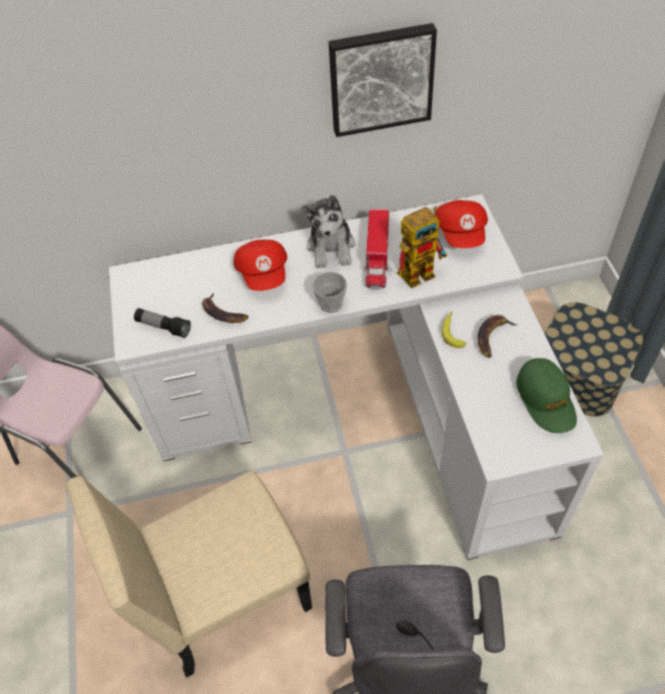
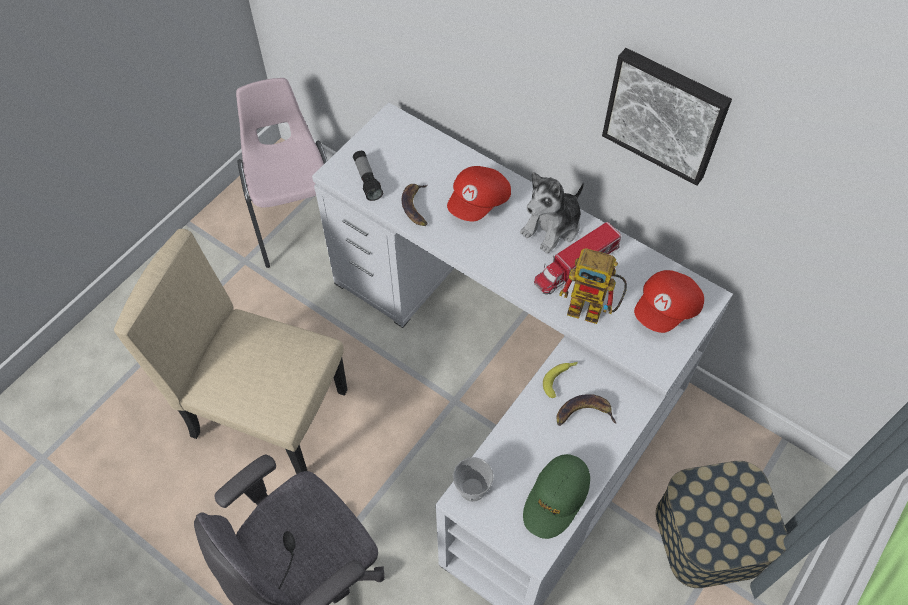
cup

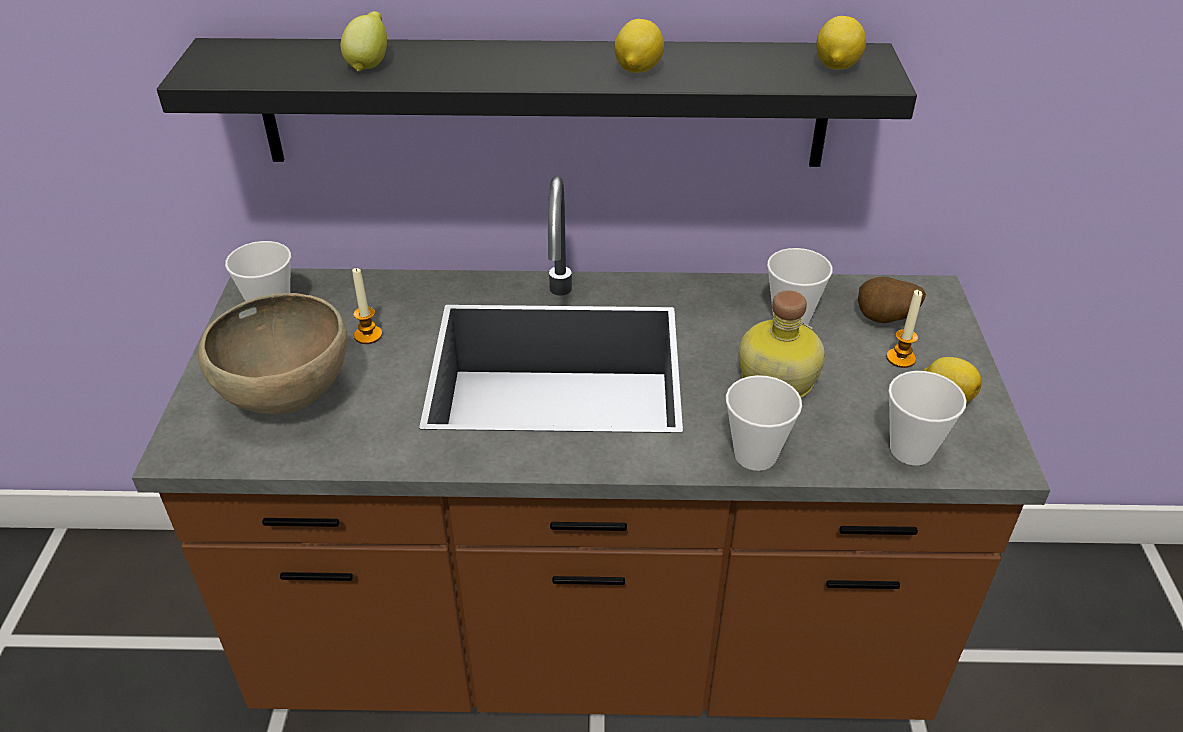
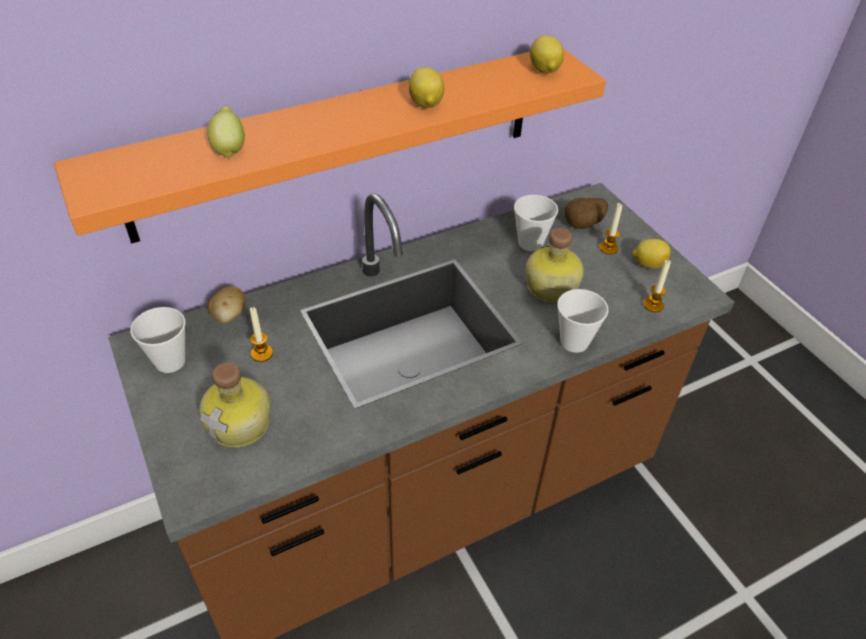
shelf/orange; bottle (1st from left); potato (1st from left); candle (3rd from left)

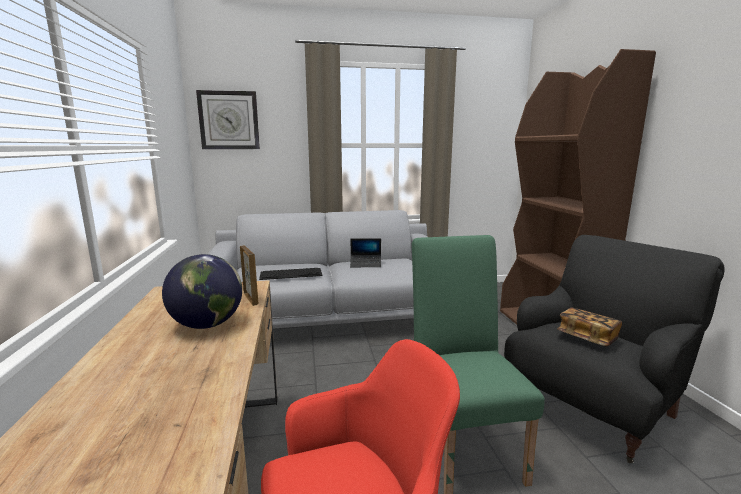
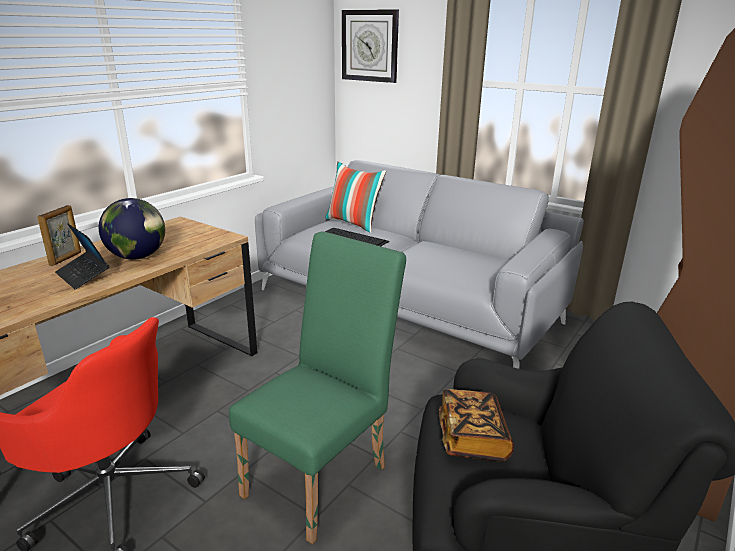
picture frame; laptop; pillow

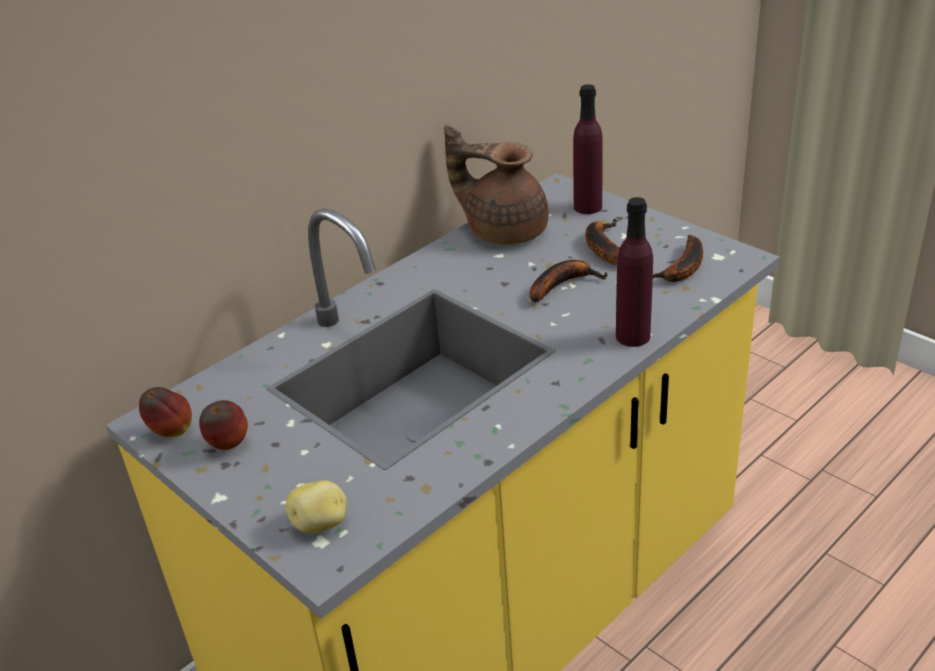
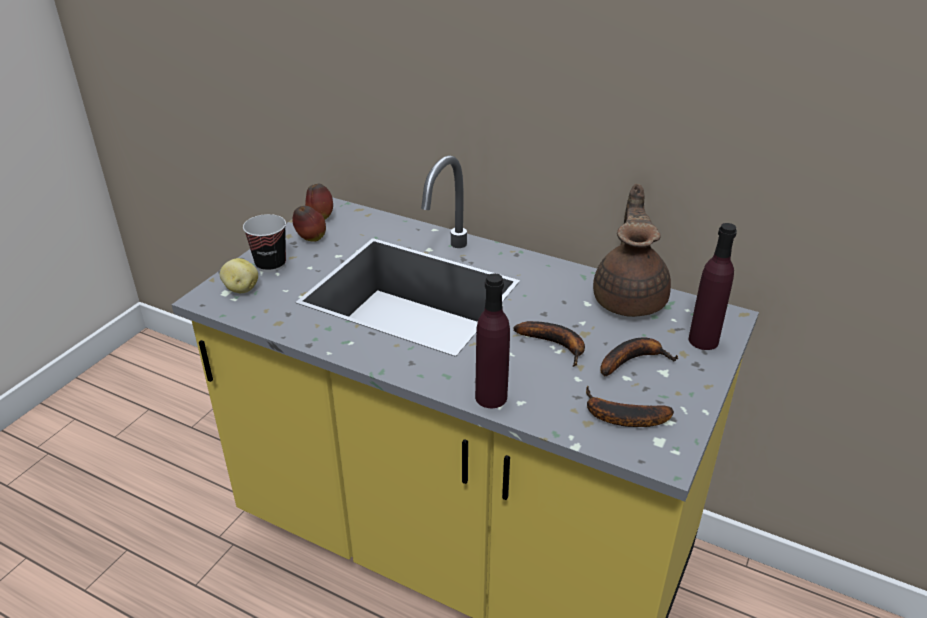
cup

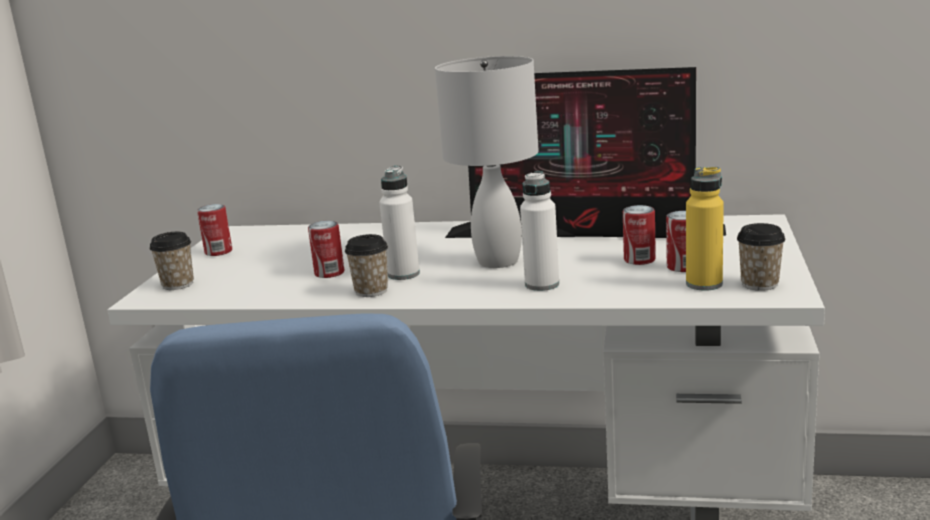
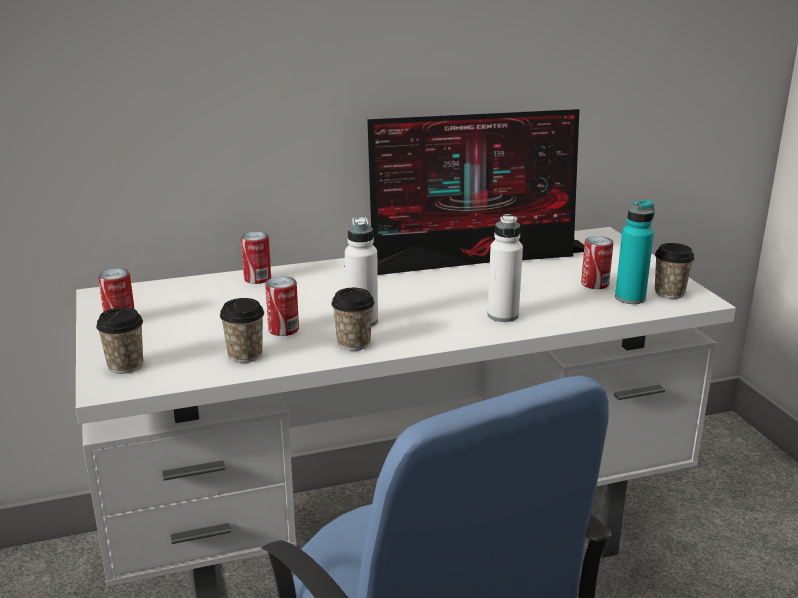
cup (2nd from left); can (2nd from left); bottle/turquoise; table lamp/white

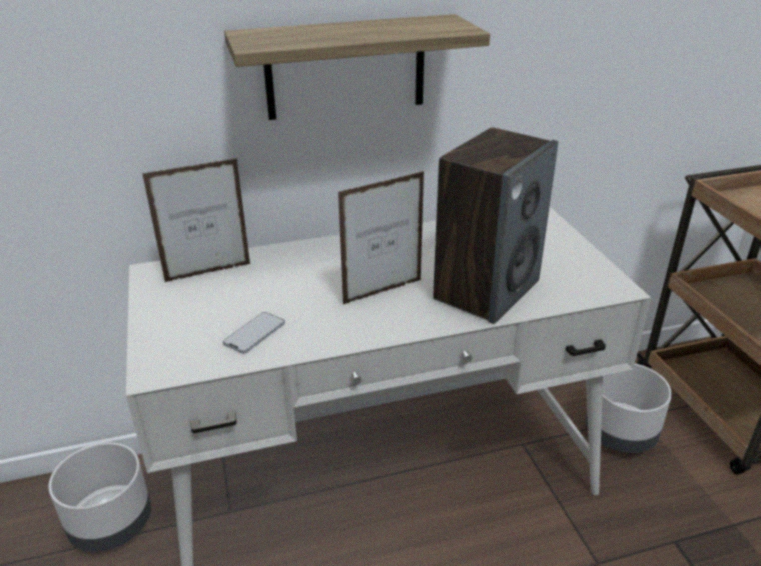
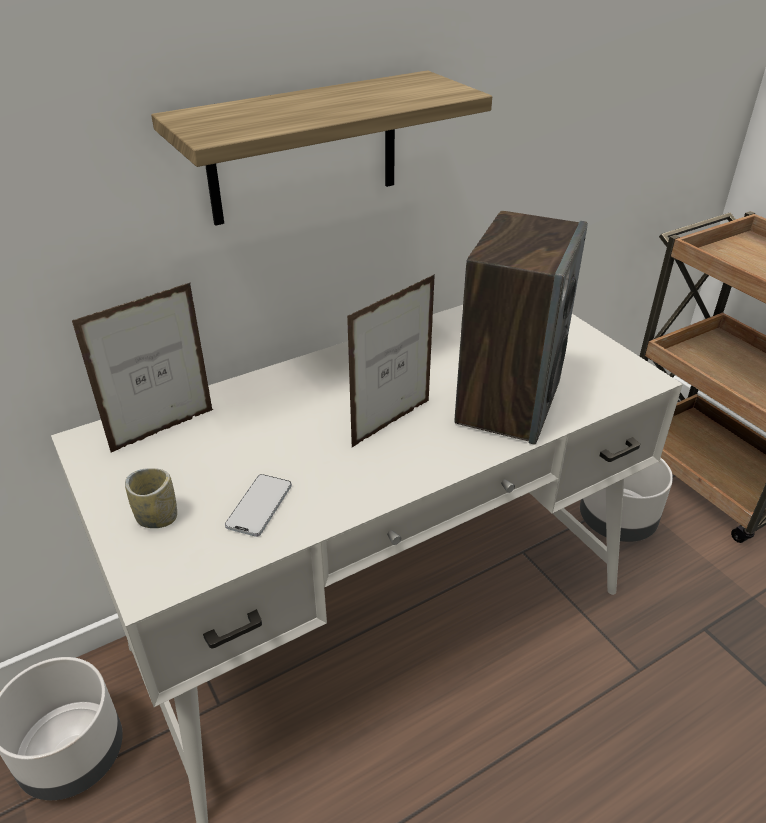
cup

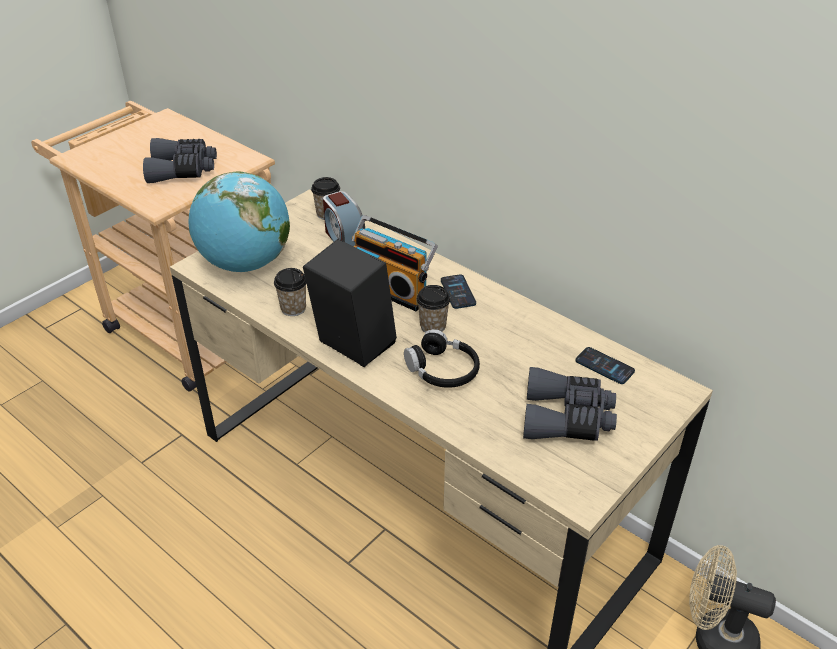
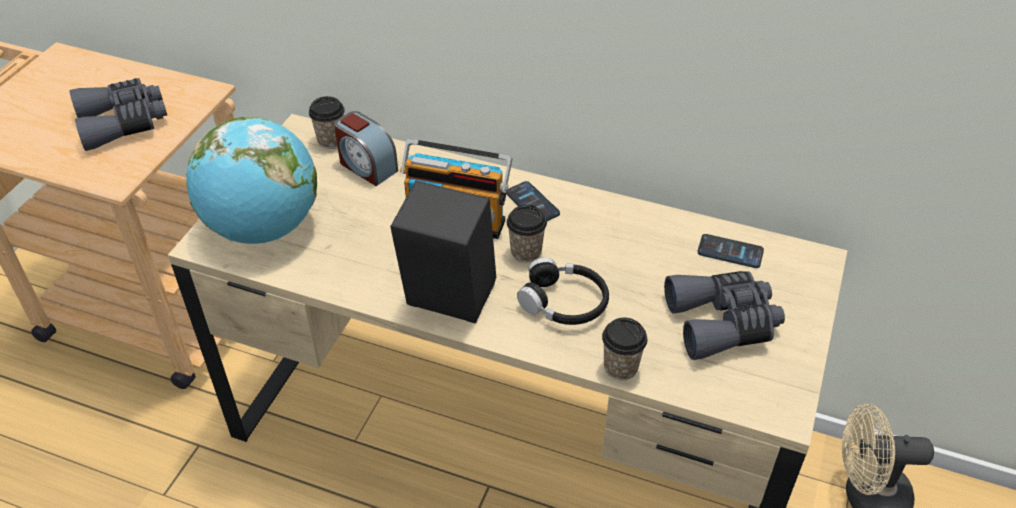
cup (3rd from left)

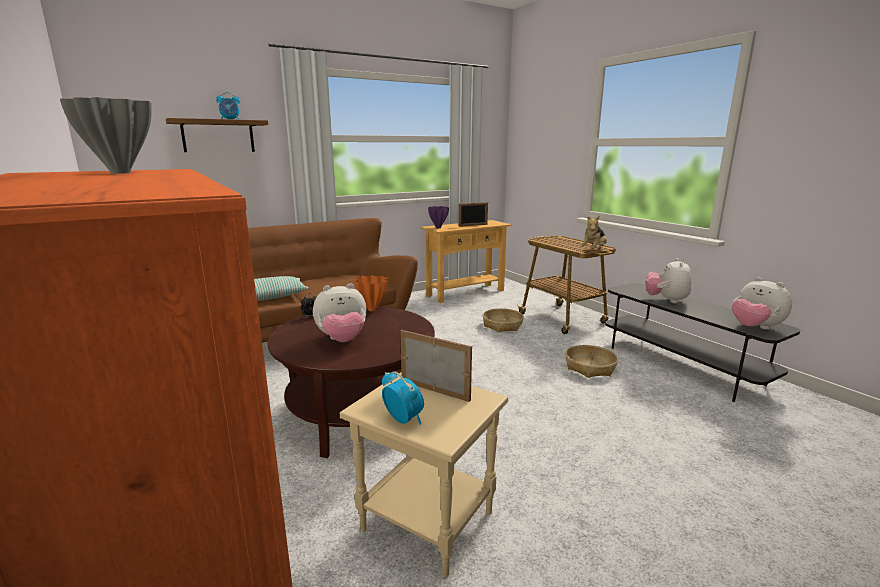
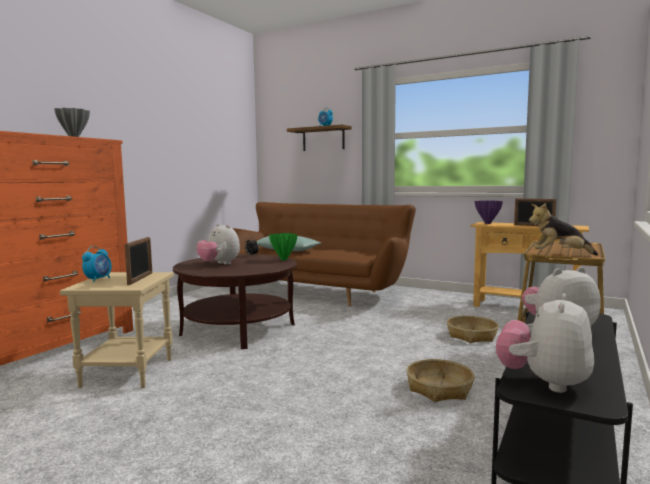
vase/green

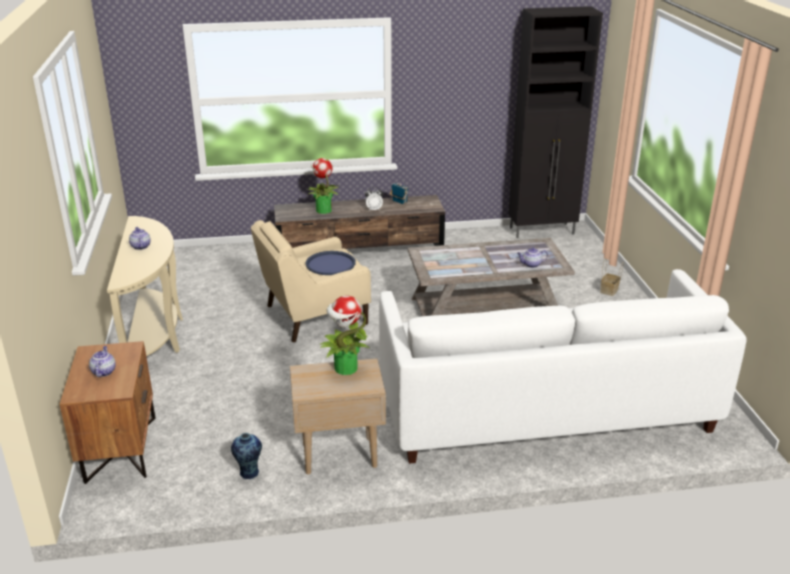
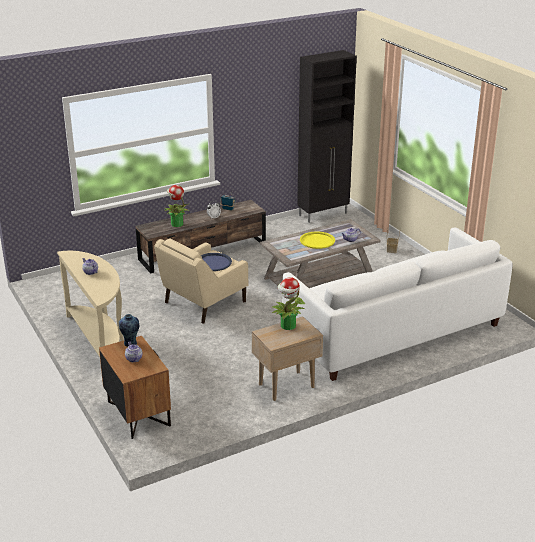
vase; tray/yellow

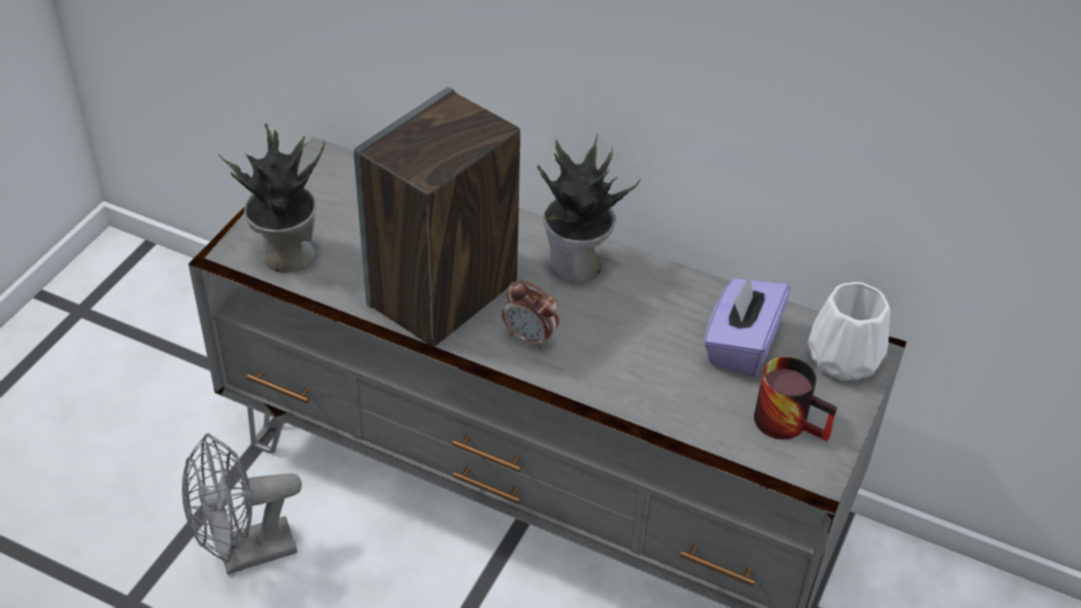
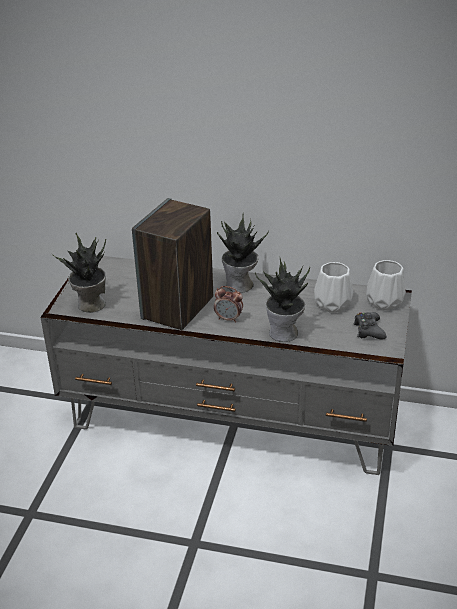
potted plant (3rd from left); vase/white (1st from left); game controller/black; fan/grey

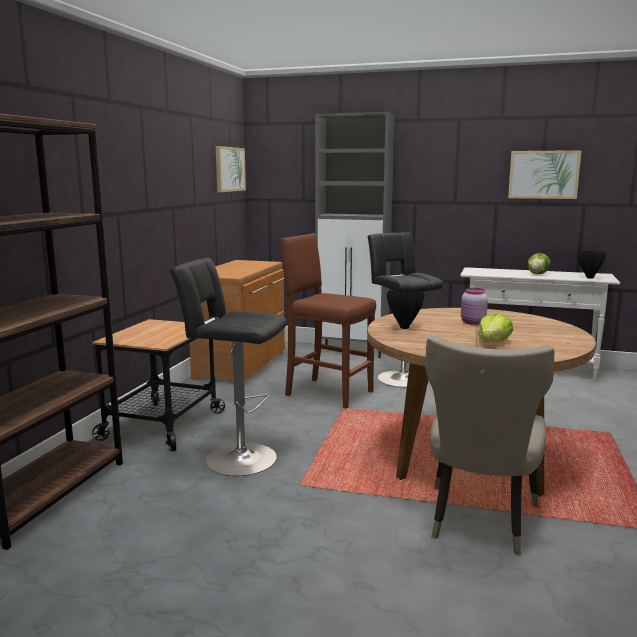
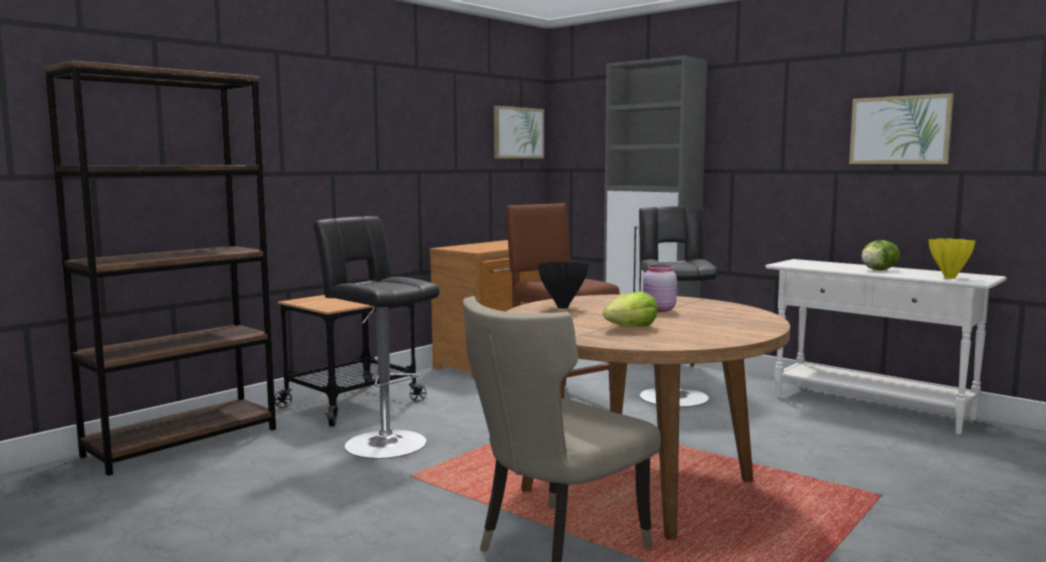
vase/yellow

